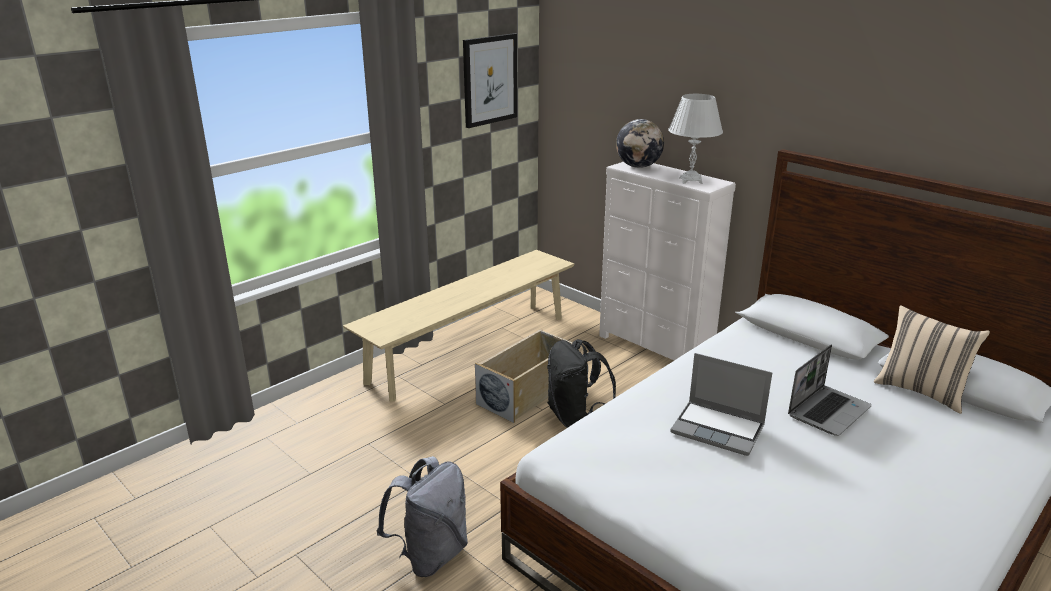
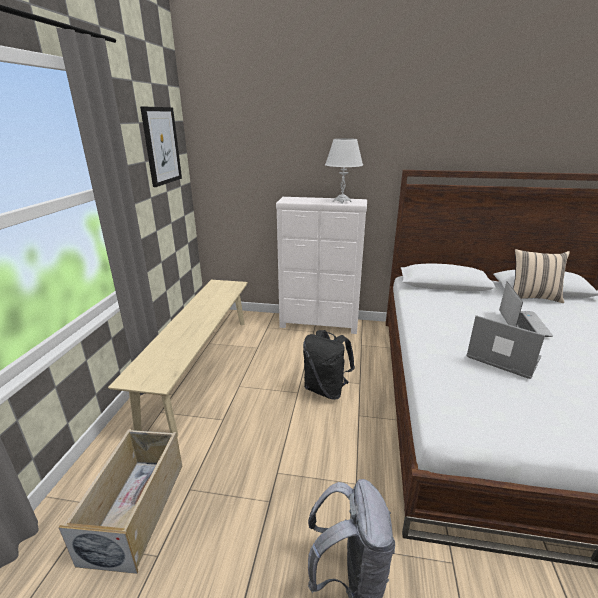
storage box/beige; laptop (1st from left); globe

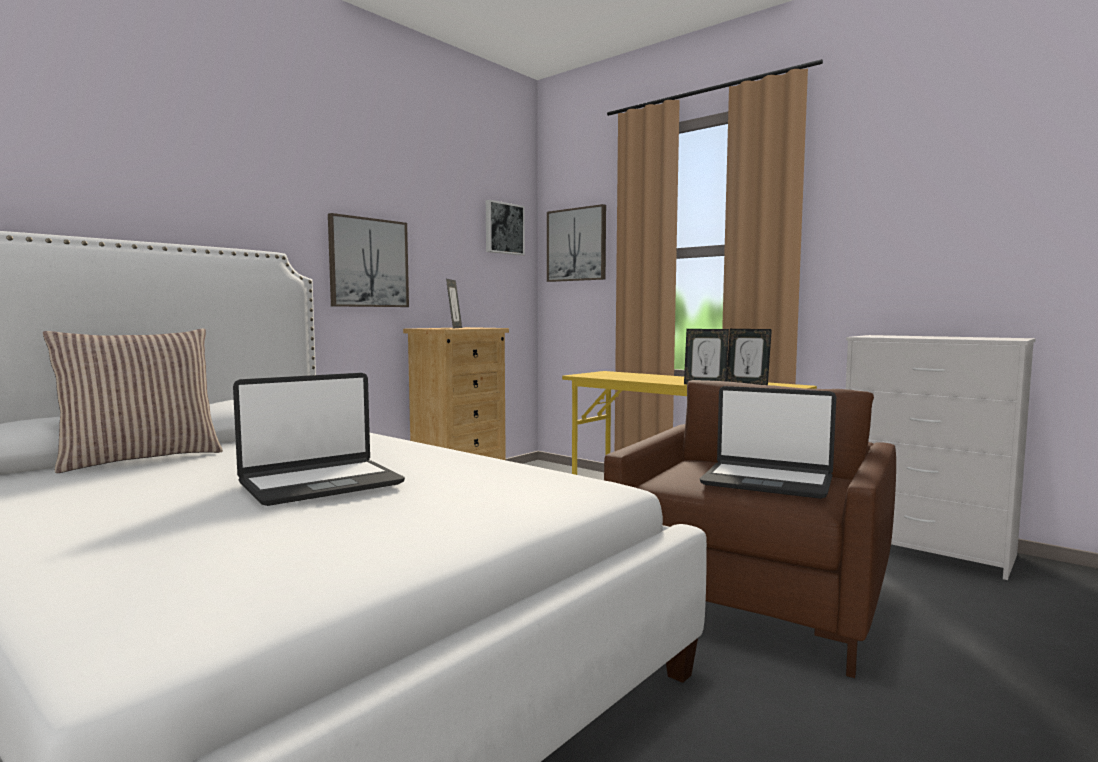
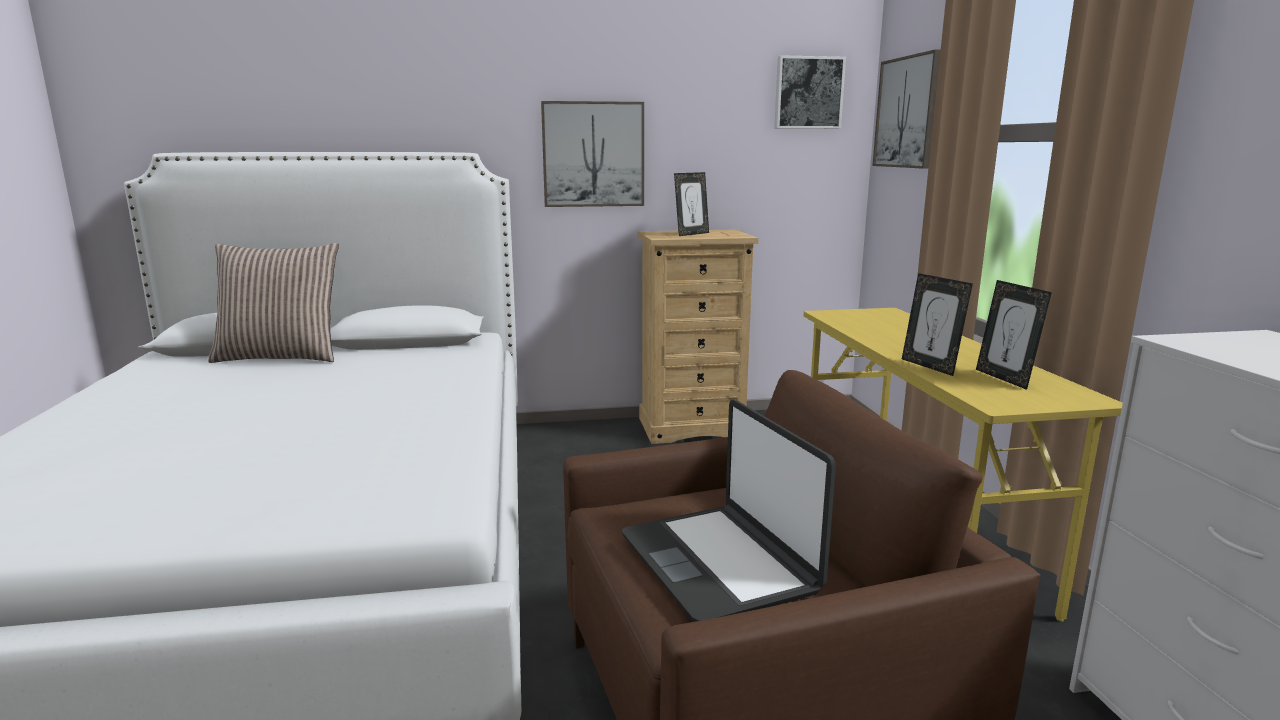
laptop (1st from left in the first image)

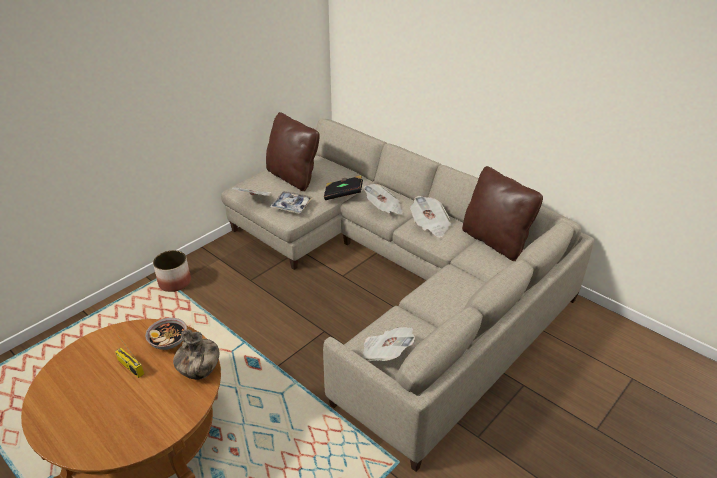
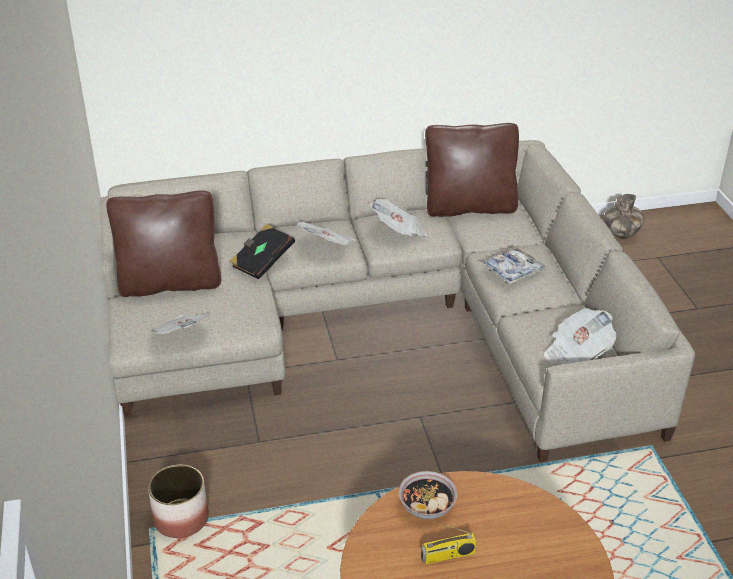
tray; vase

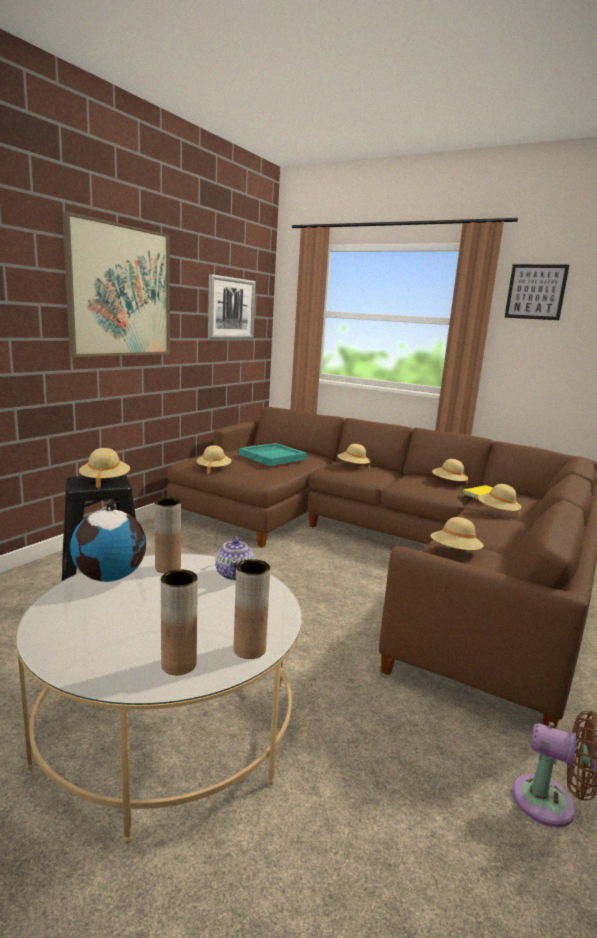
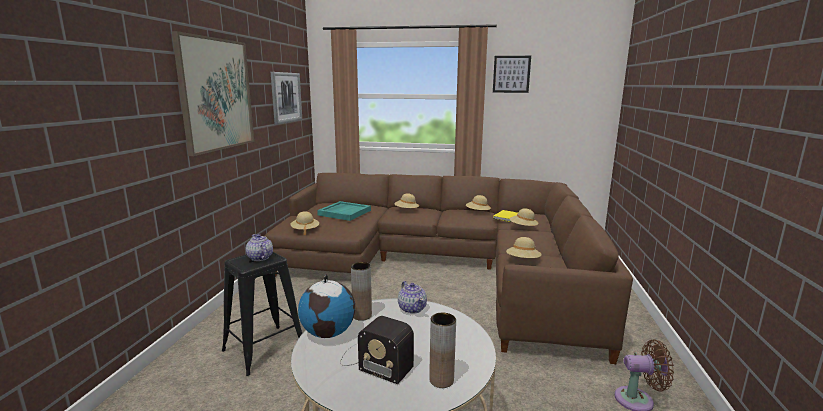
teapot (1st from left); radio; vase/brown (3rd from left in the first image)

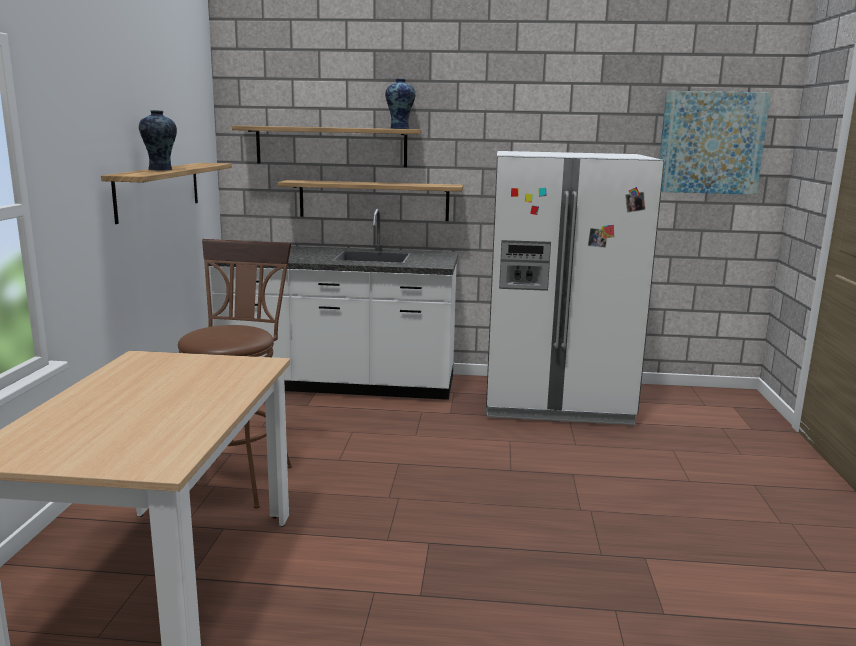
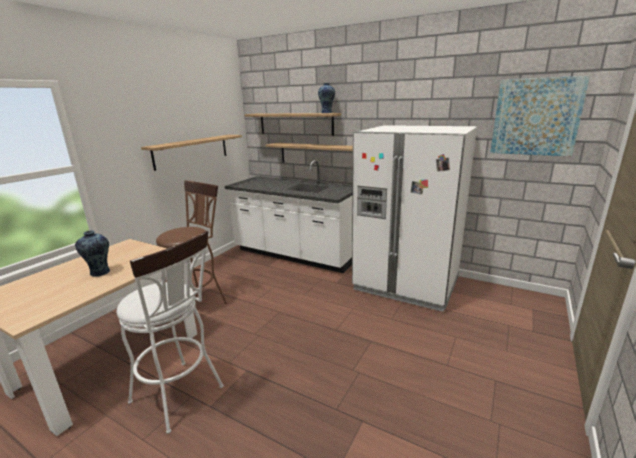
vase (1st from left); stool/white

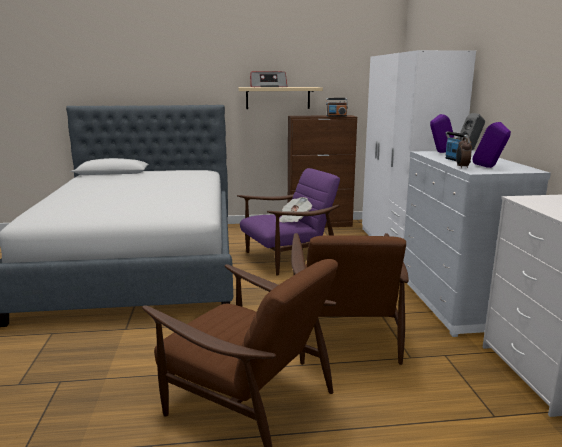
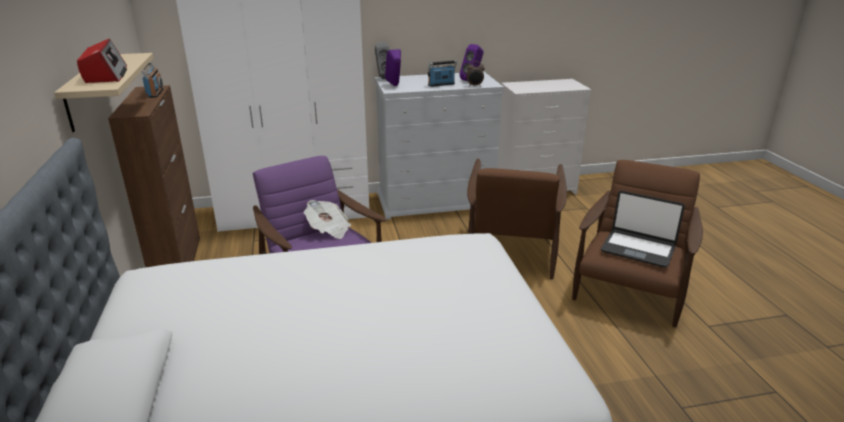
armchair/brown (1st from left); laptop

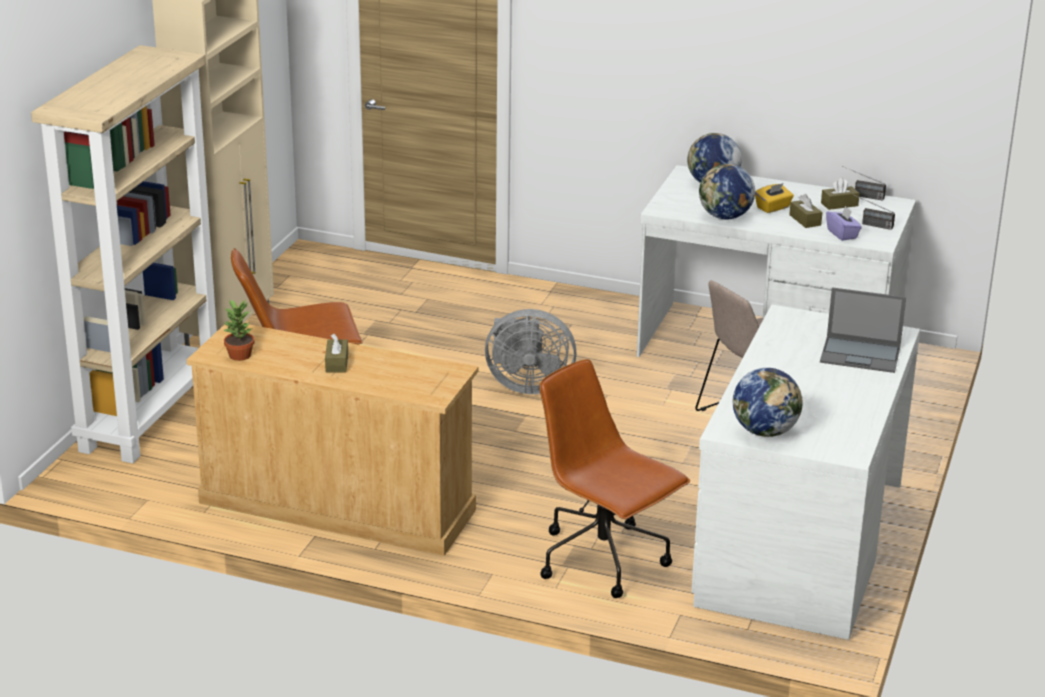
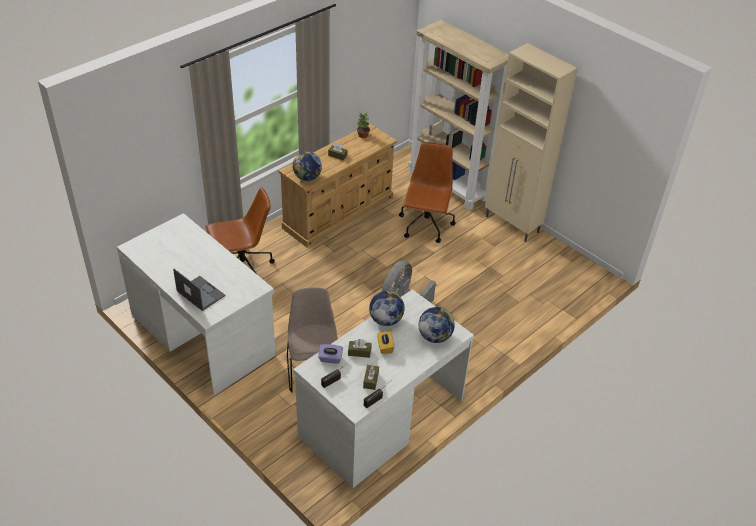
laptop; globe (1st from left)

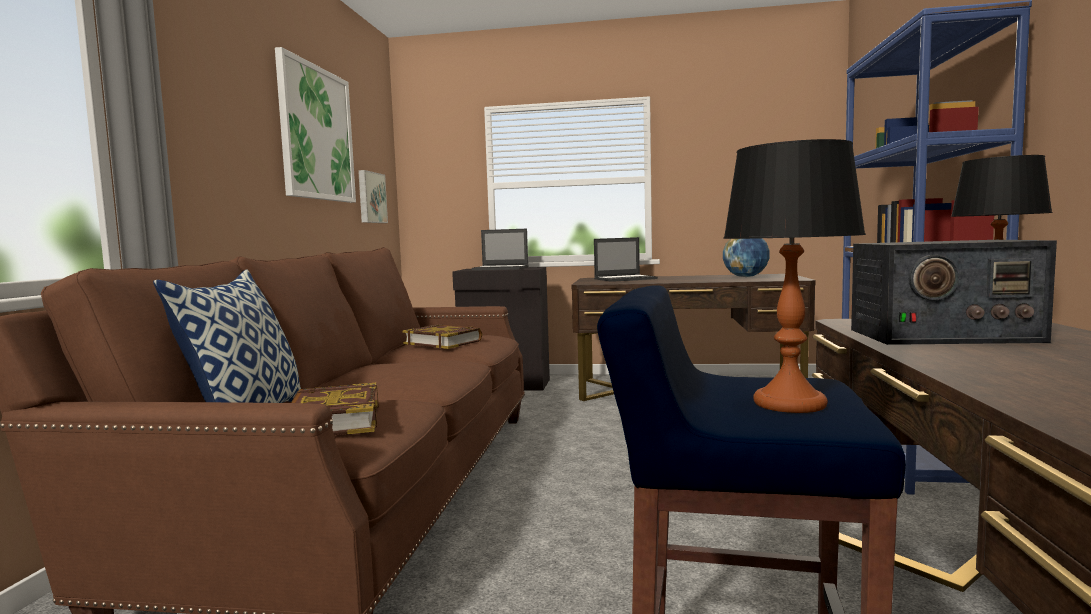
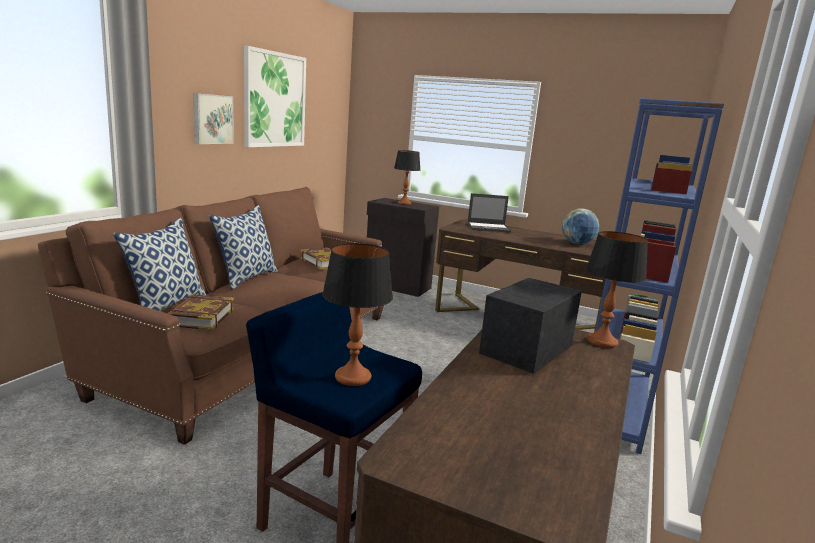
picture (1st from left); pillow (2nd from left); table lamp (2nd from left); radio

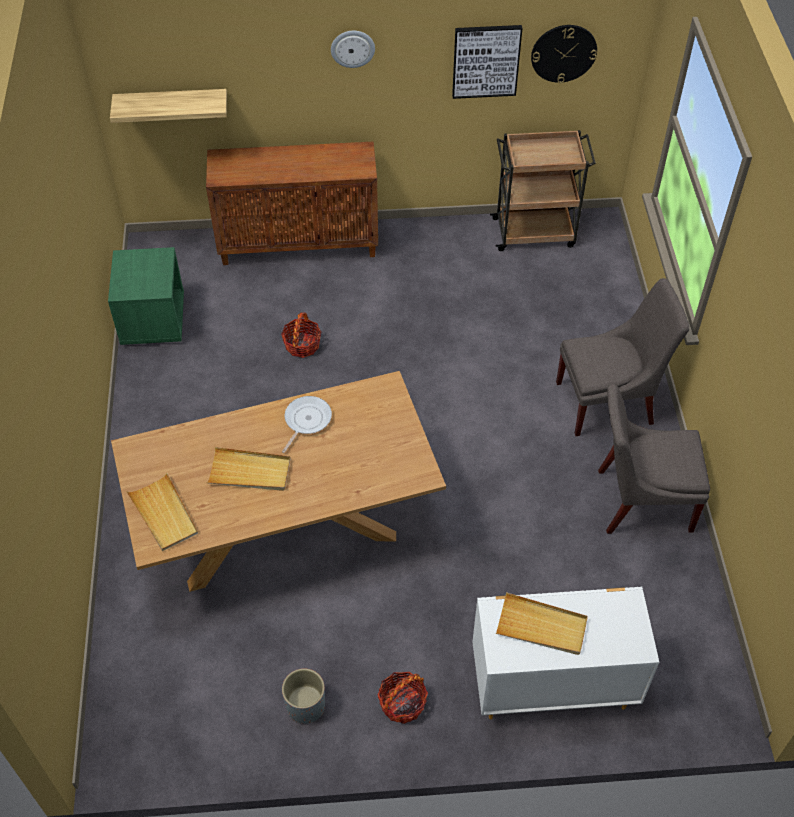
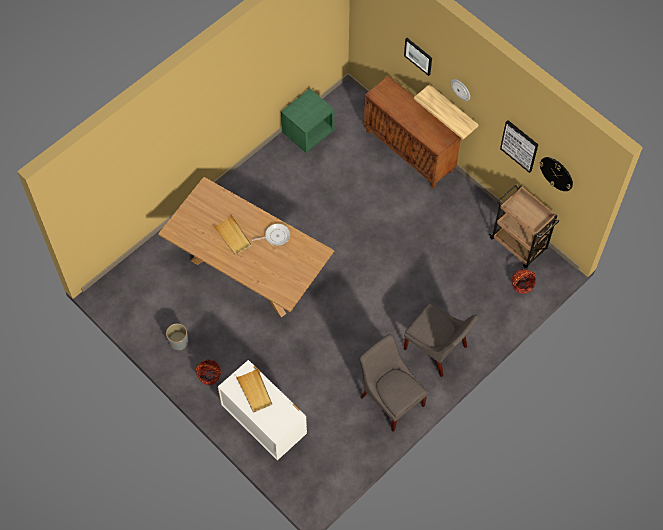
picture (1st from left); shelf; basket (2nd from left); tray/beige (1st from left in the first image)

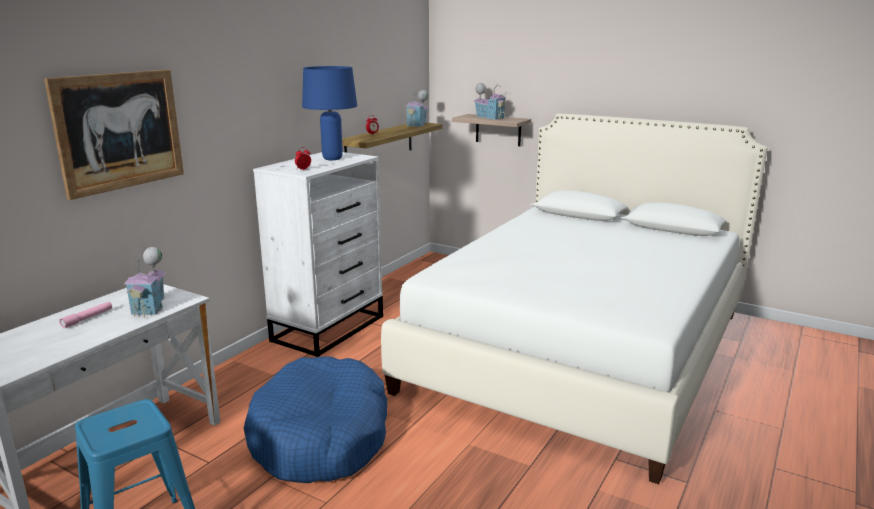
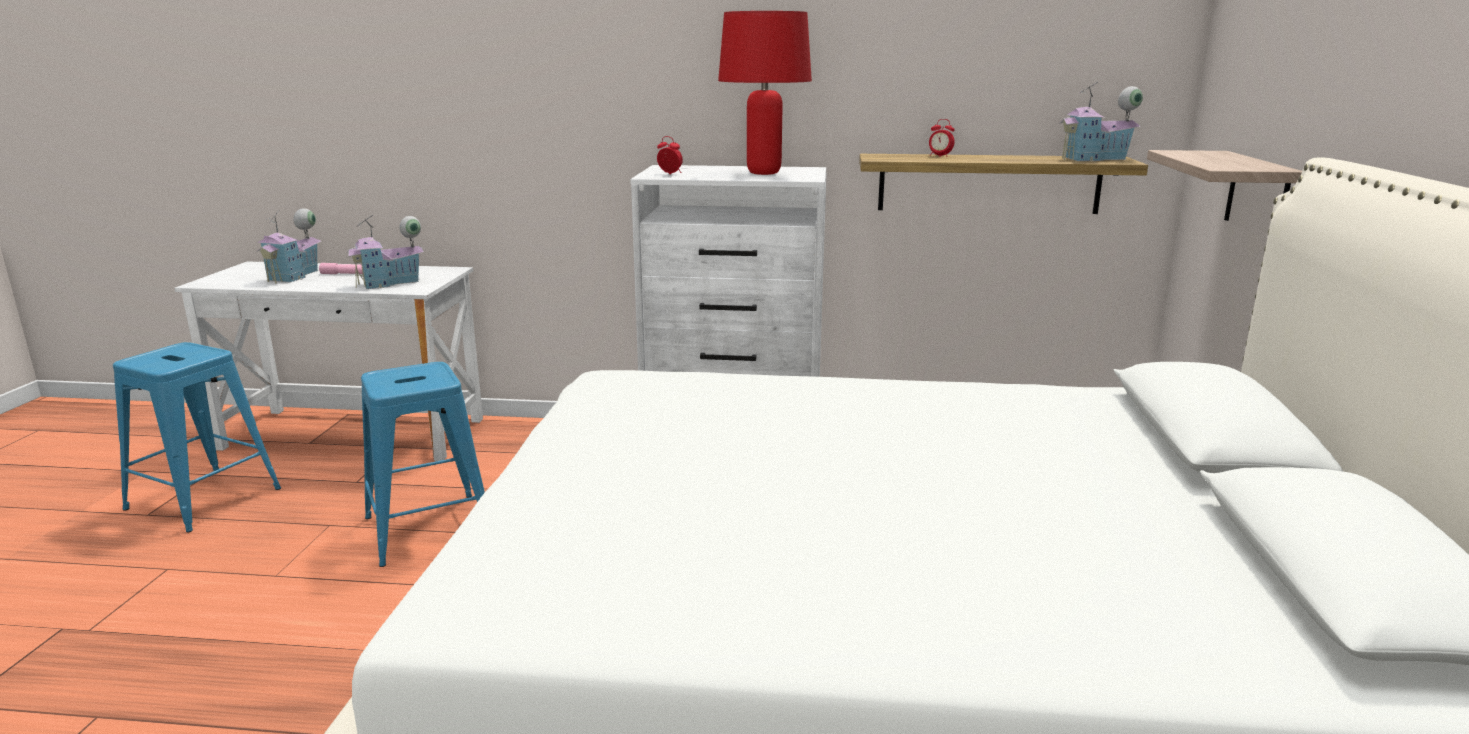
toy house (1st from left); stool/blue (2nd from left); table lamp/red; picture

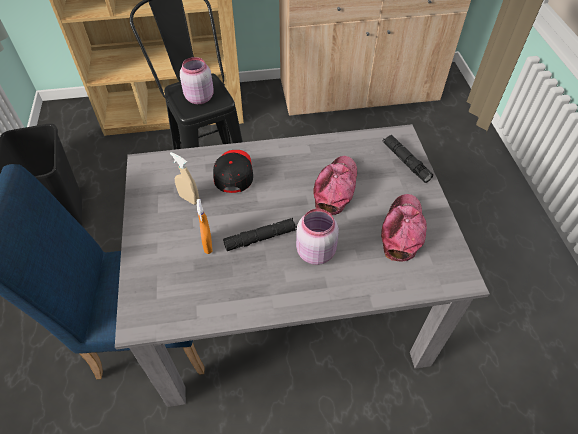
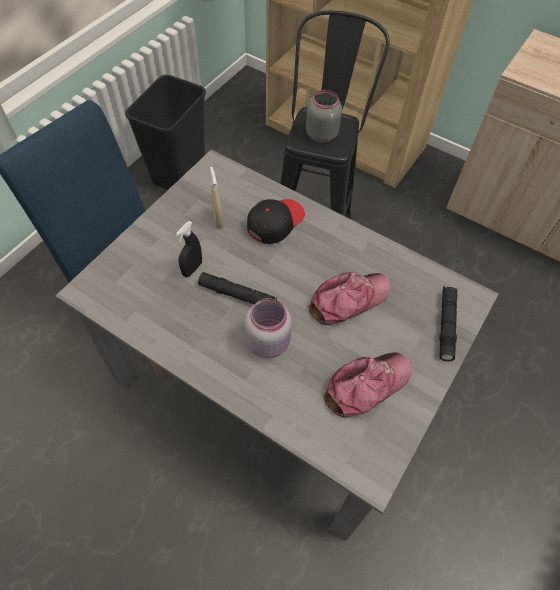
spray bottle/black; jar/grey

